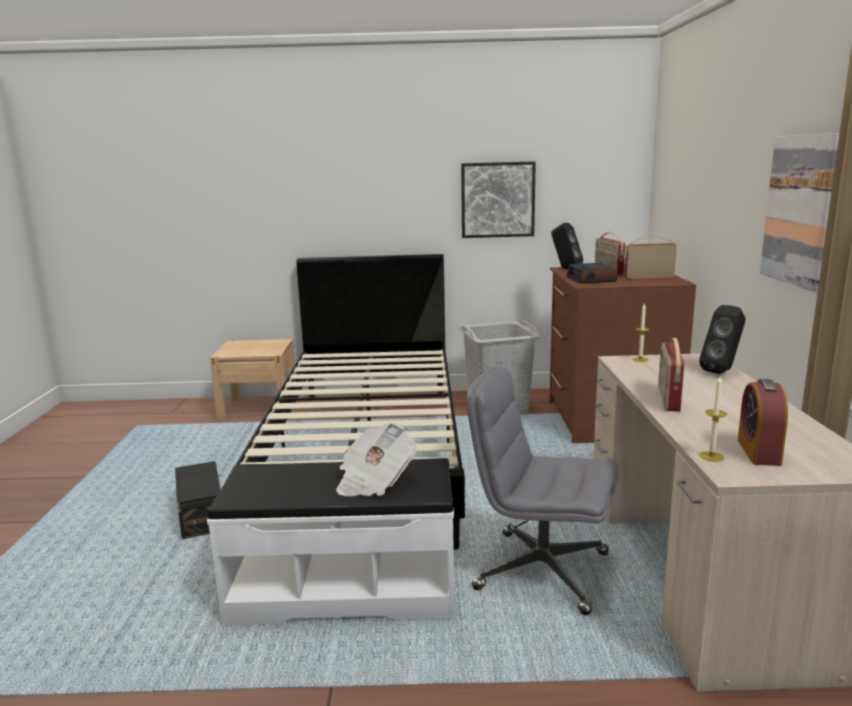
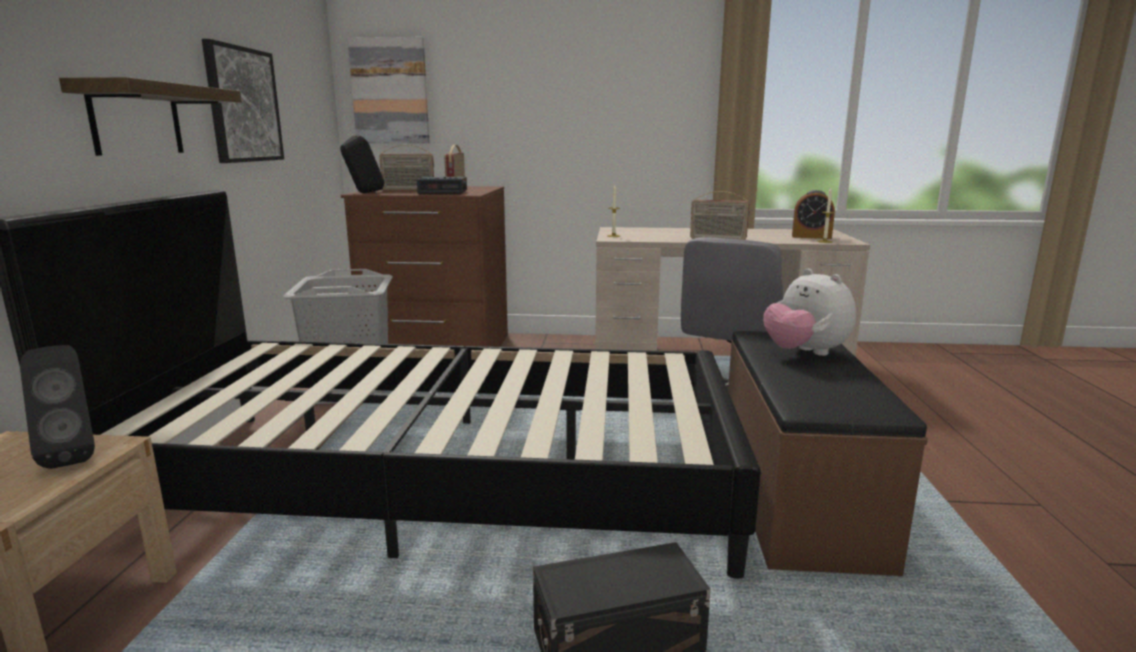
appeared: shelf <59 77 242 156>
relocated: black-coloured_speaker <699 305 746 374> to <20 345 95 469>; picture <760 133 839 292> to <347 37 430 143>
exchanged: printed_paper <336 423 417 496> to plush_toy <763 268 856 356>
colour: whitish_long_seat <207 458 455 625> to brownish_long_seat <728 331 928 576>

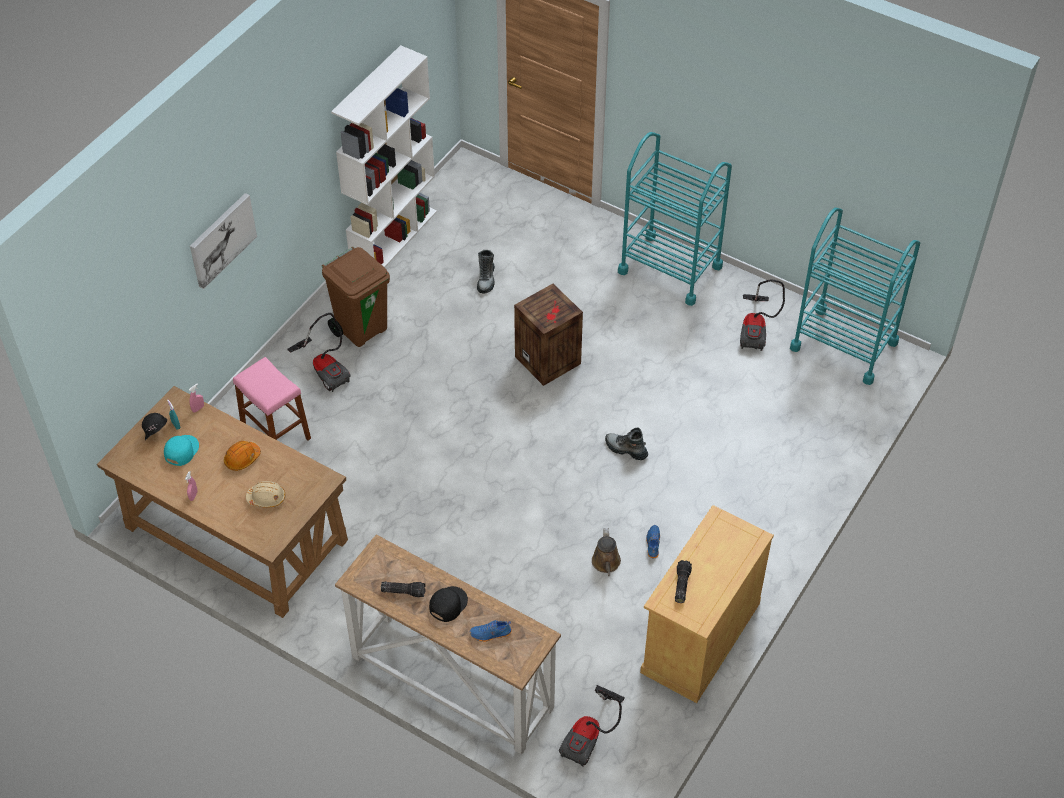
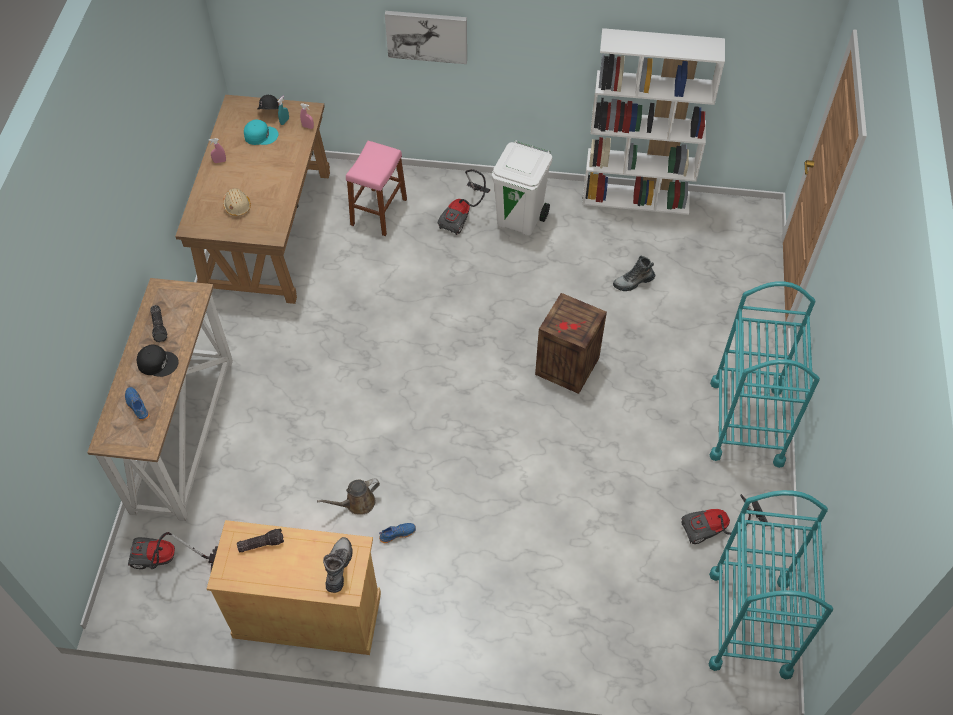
missing: orange_safety_helmet <224 441 261 471>
relocated: boot <605 427 648 460> to <323 537 353 593>
colour: brownish_waste_bin <322 246 390 347> to whitish_waste_bin <492 140 552 236>

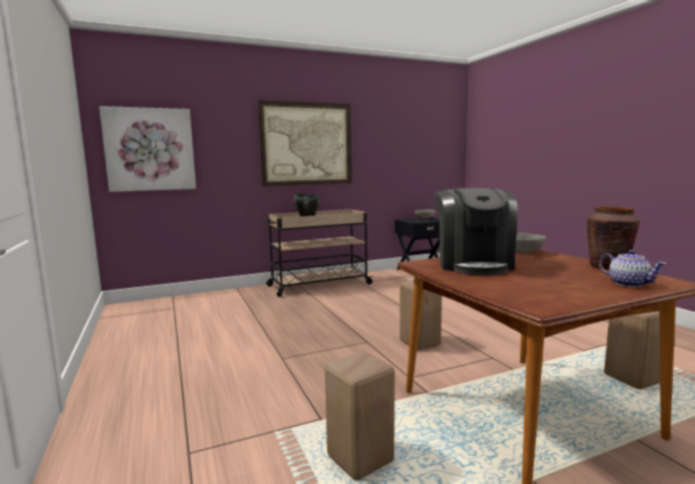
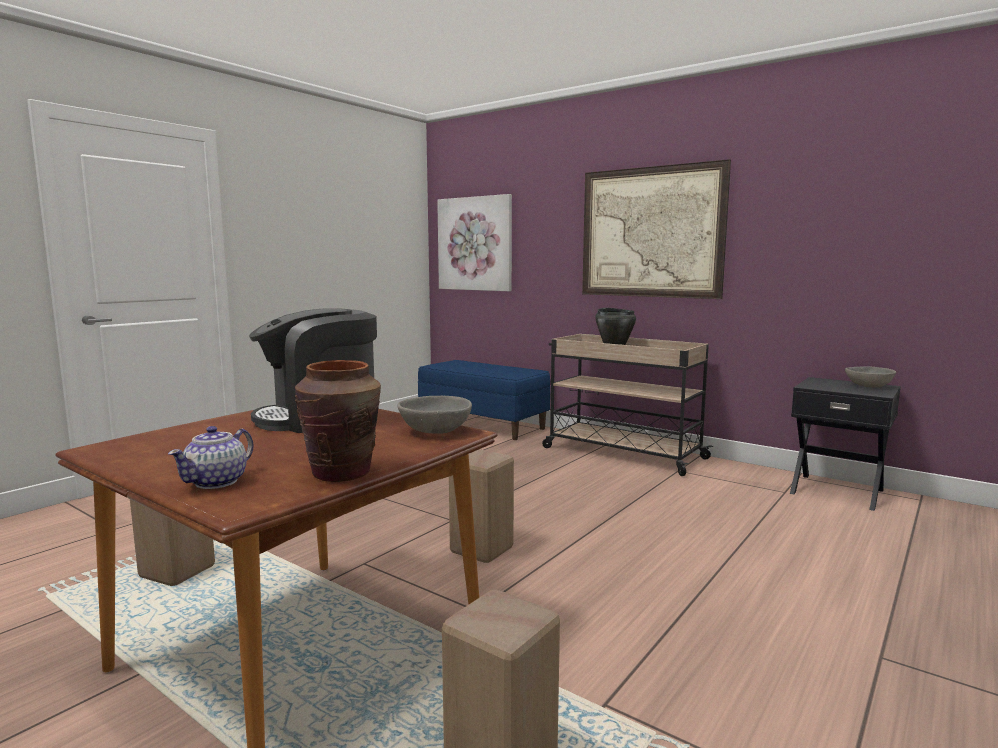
appeared: bluish_long_seat <418 360 550 440>

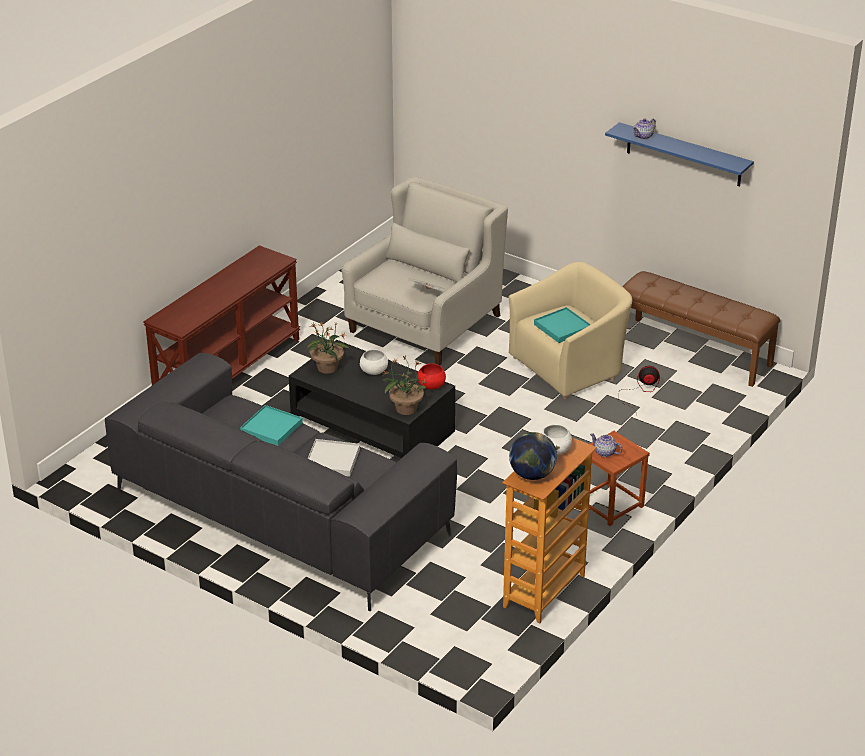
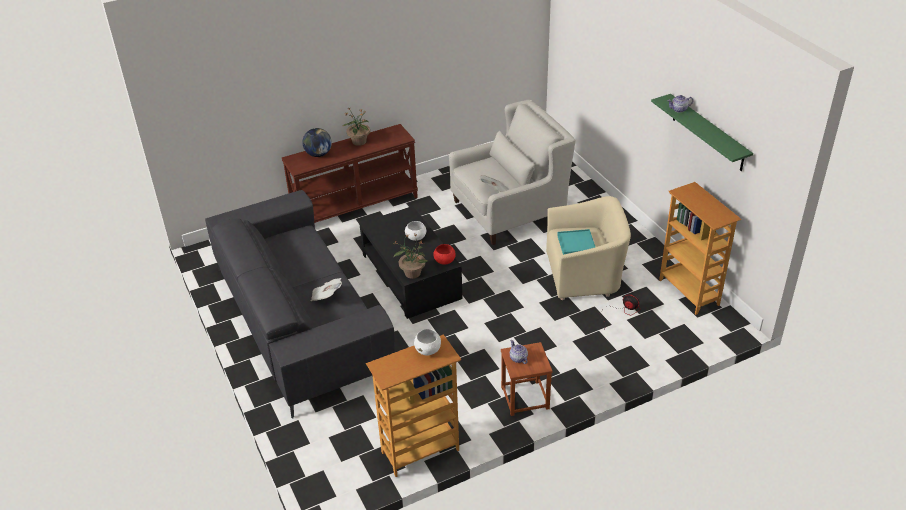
missing: turquoise_serving_tray <240 405 303 446>
relocated: potted_plant <307 323 349 374> to <342 107 370 146>; globe <509 432 557 480> to <303 128 332 157>
exchanged: whitish_serving_tray <308 439 360 477> to printed_paper <311 278 342 301>; brownish_long_seat <622 271 780 387> to bookcase <659 182 741 315>
colour: bluish_shelf <605 122 754 187> to green-coloured_shelf <651 94 753 171>

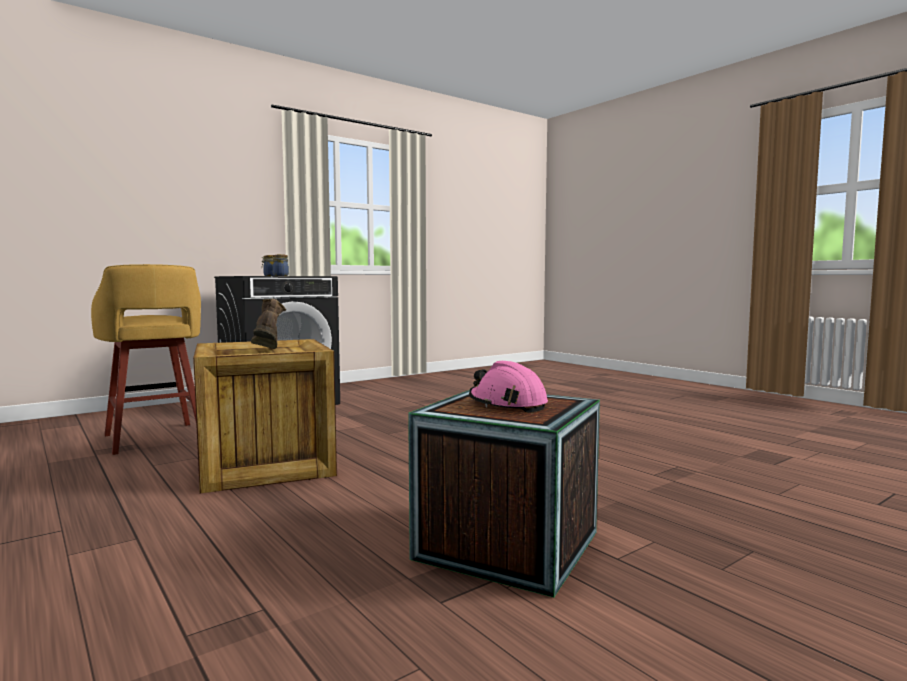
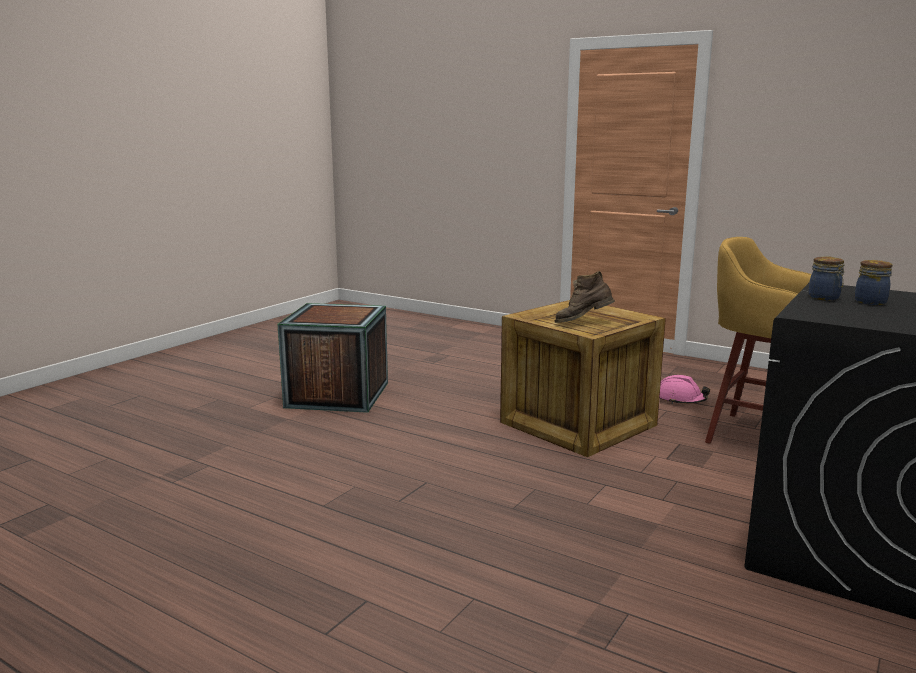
relocated: pink-coloured_safety_helmet <469 361 548 413> to <659 375 710 404>
spun: brownish_boot <251 298 286 349> = <555 271 615 323> 120 degrees clockwise

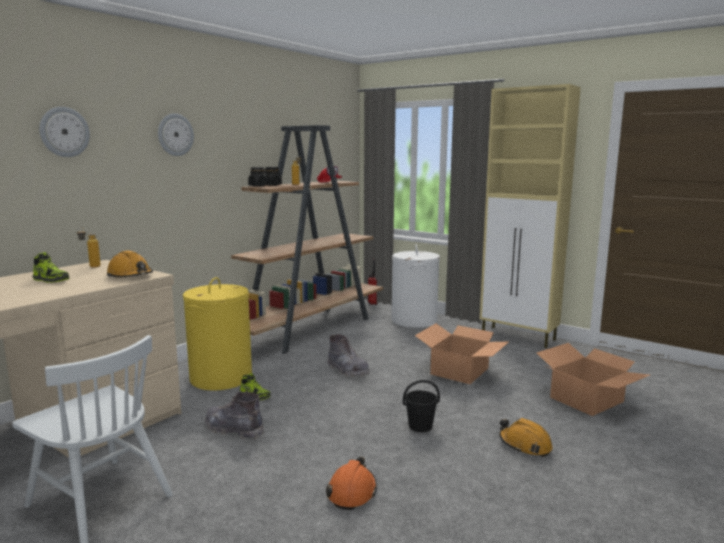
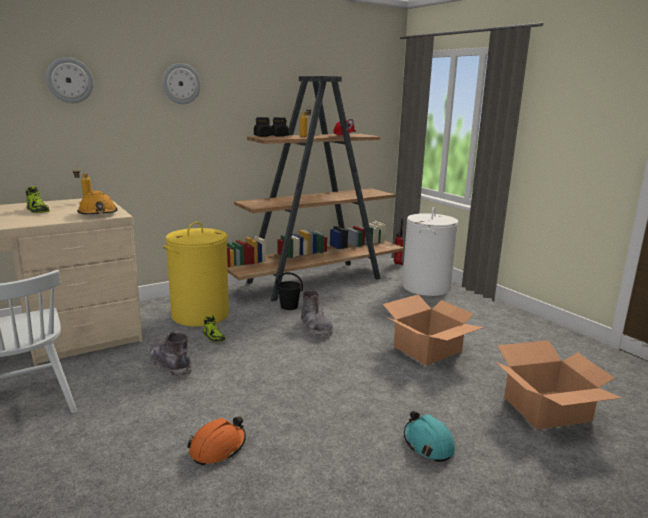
missing: beige-coloured_cupboard <480 84 581 348>
relocated: black-coloured_water_bucket <403 380 440 432> to <276 272 303 310>
colour: orange_safety_helmet <499 418 553 457> to turquoise_safety_helmet <404 411 455 462>

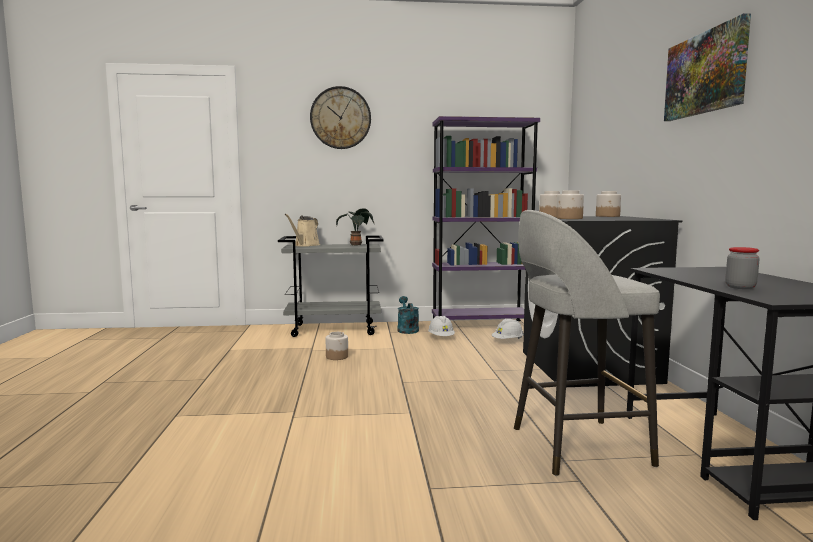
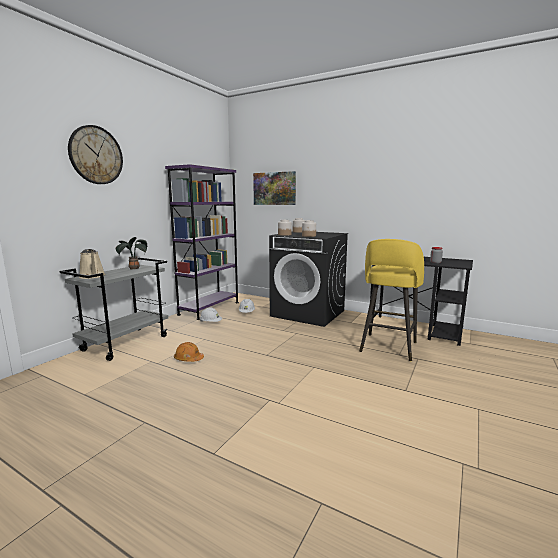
missing: turquoise_watering_pot <397 296 419 334>
relocated: picture <664 13 751 121> to <253 171 296 205>
exchanged: jar <326 332 348 360> to orange_safety_helmet <174 342 204 362>
colour: gray_stool_seat <514 210 660 476> to yellowish_stool_seat <359 239 424 361>

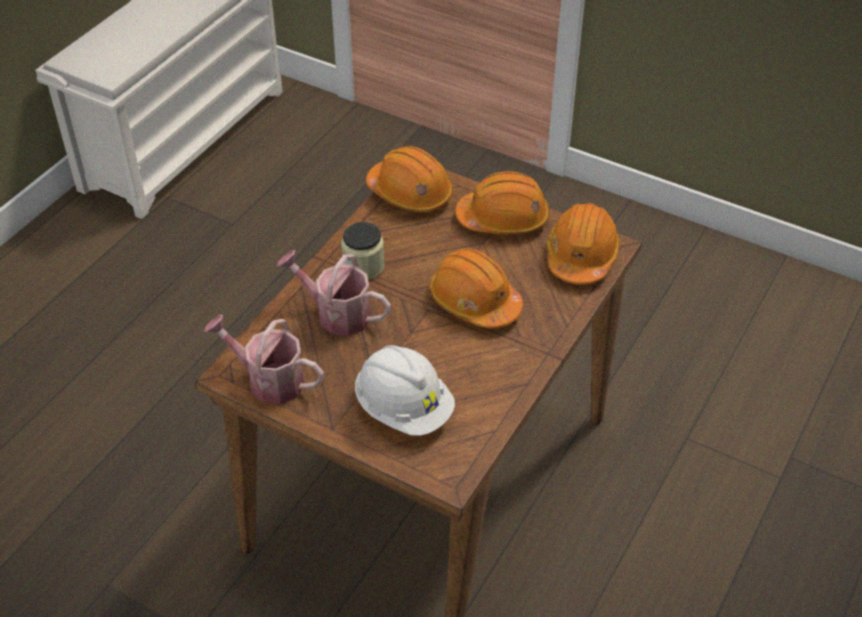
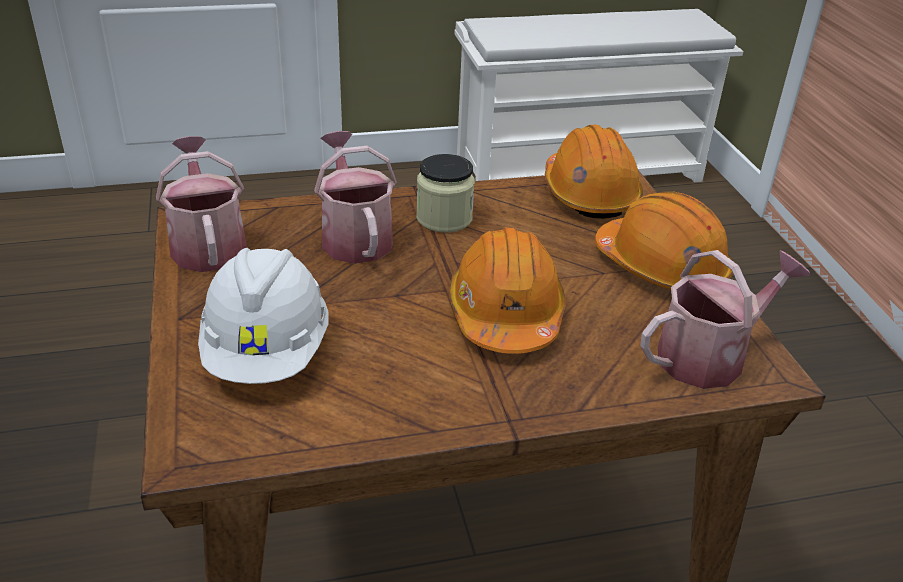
exchanged: orange_safety_helmet <546 203 620 284> to watering_pot <640 250 810 389>

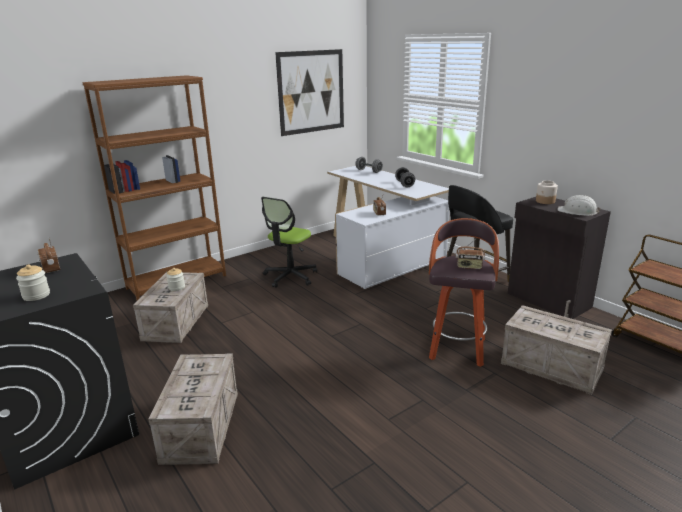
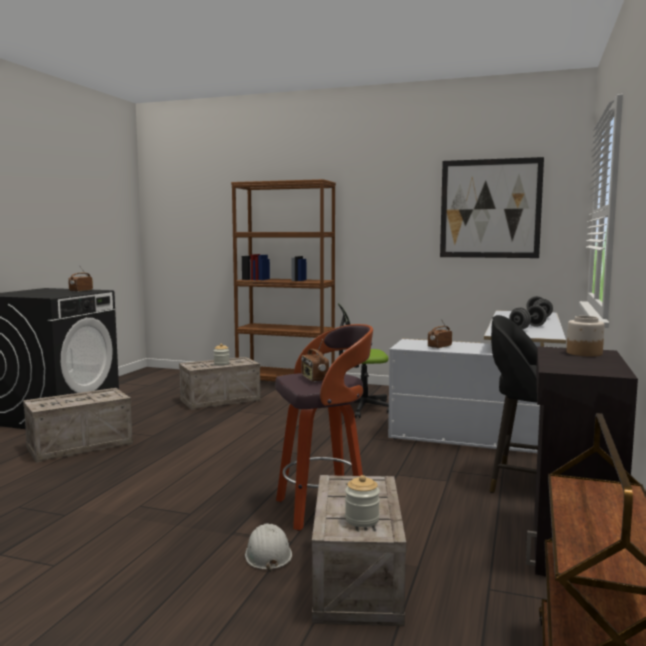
relocated: jar <16 264 50 301> to <345 475 380 527>; whitish_safety_helmet <557 195 601 216> to <245 523 292 572>

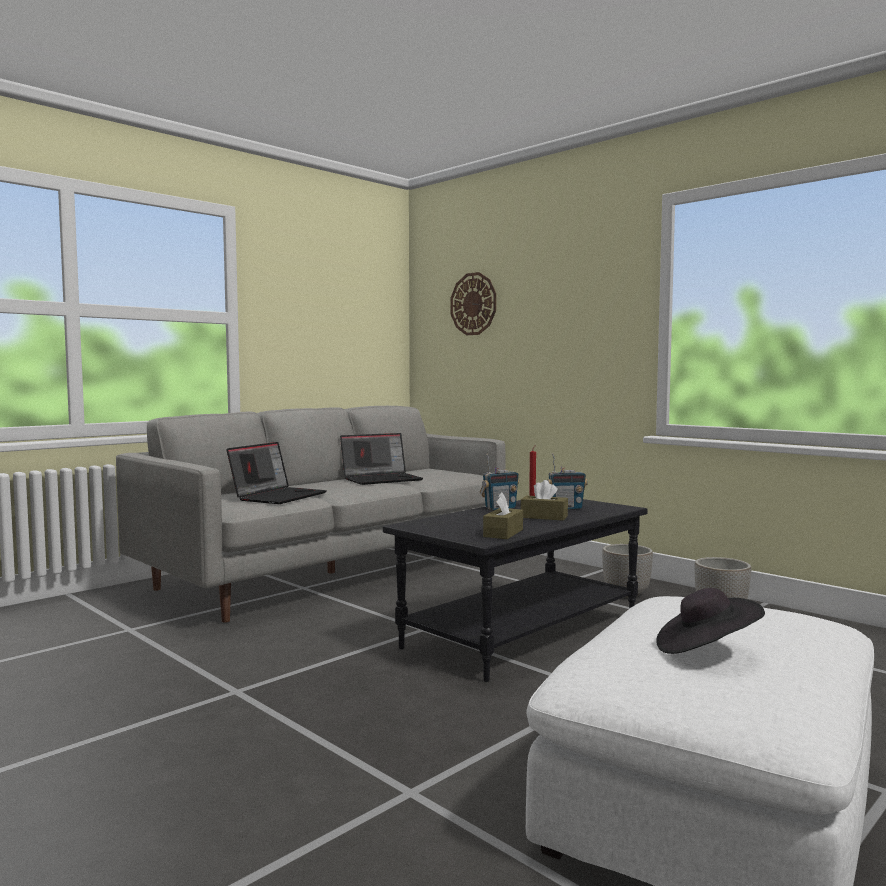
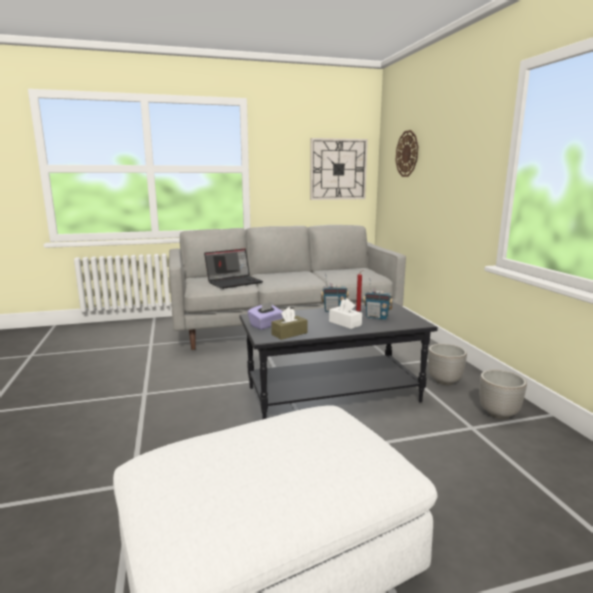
missing: portable_computer <340 433 423 485>; black-coloured_clothing_hat <656 588 765 654>
appeared: purple_tissue_box <248 302 283 330>; clock_on_the_wall <310 138 368 200>
colour: brownish_tissue_box <521 480 568 521> to whitish_tissue_box <329 298 362 329>

